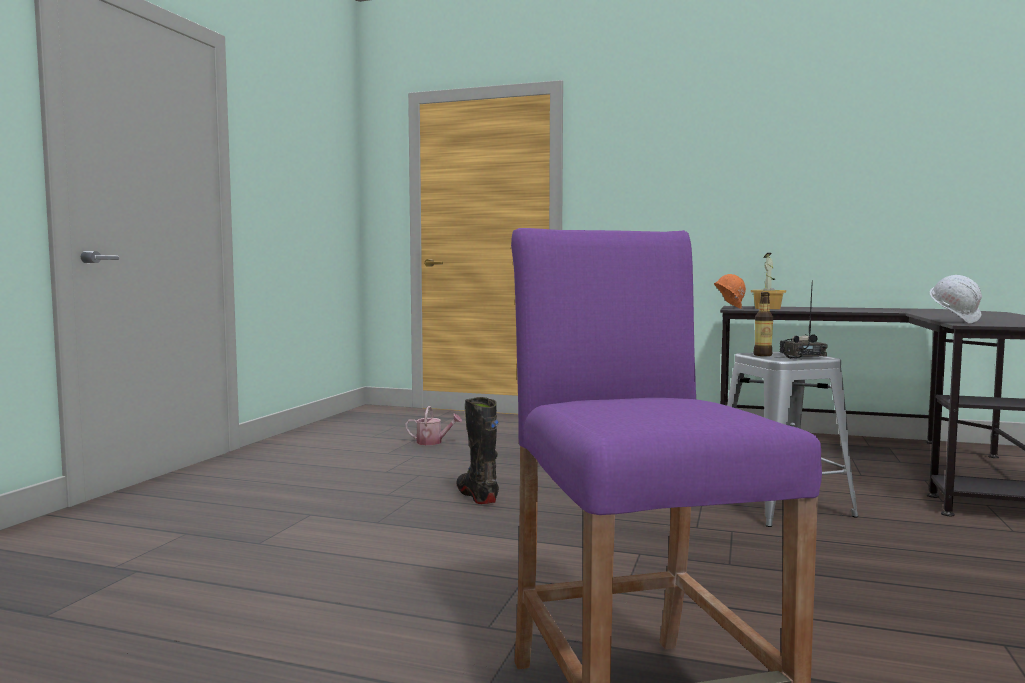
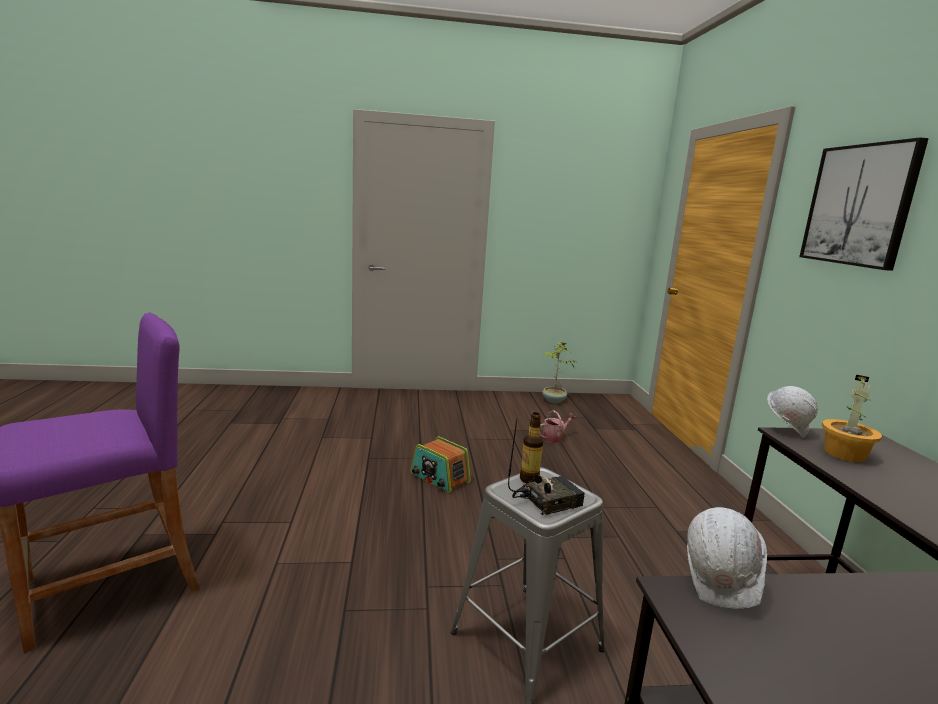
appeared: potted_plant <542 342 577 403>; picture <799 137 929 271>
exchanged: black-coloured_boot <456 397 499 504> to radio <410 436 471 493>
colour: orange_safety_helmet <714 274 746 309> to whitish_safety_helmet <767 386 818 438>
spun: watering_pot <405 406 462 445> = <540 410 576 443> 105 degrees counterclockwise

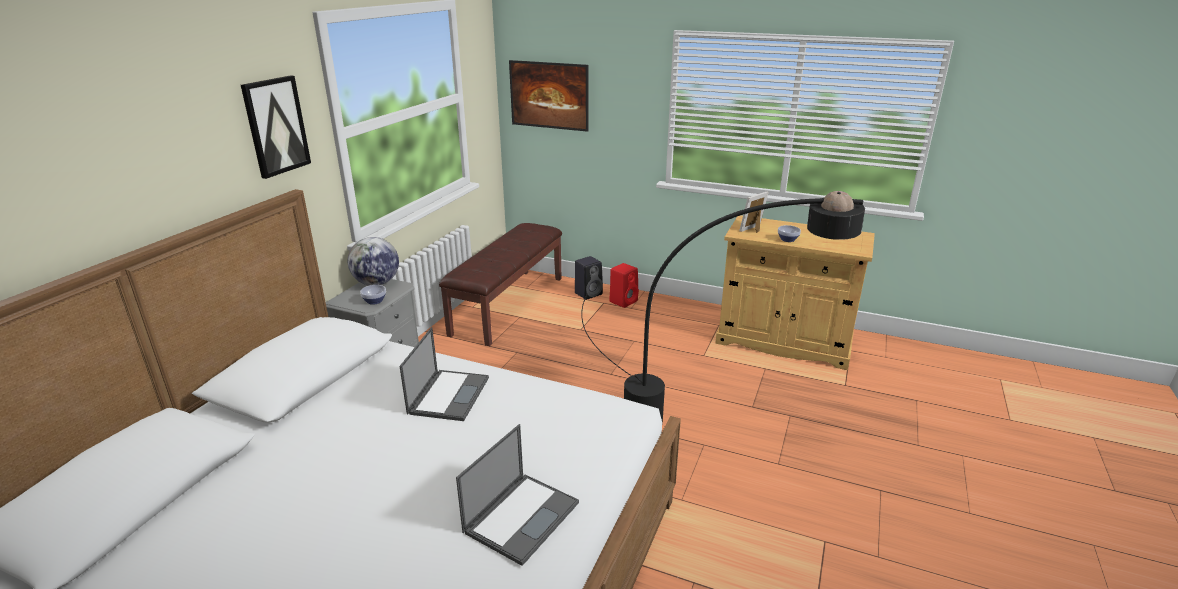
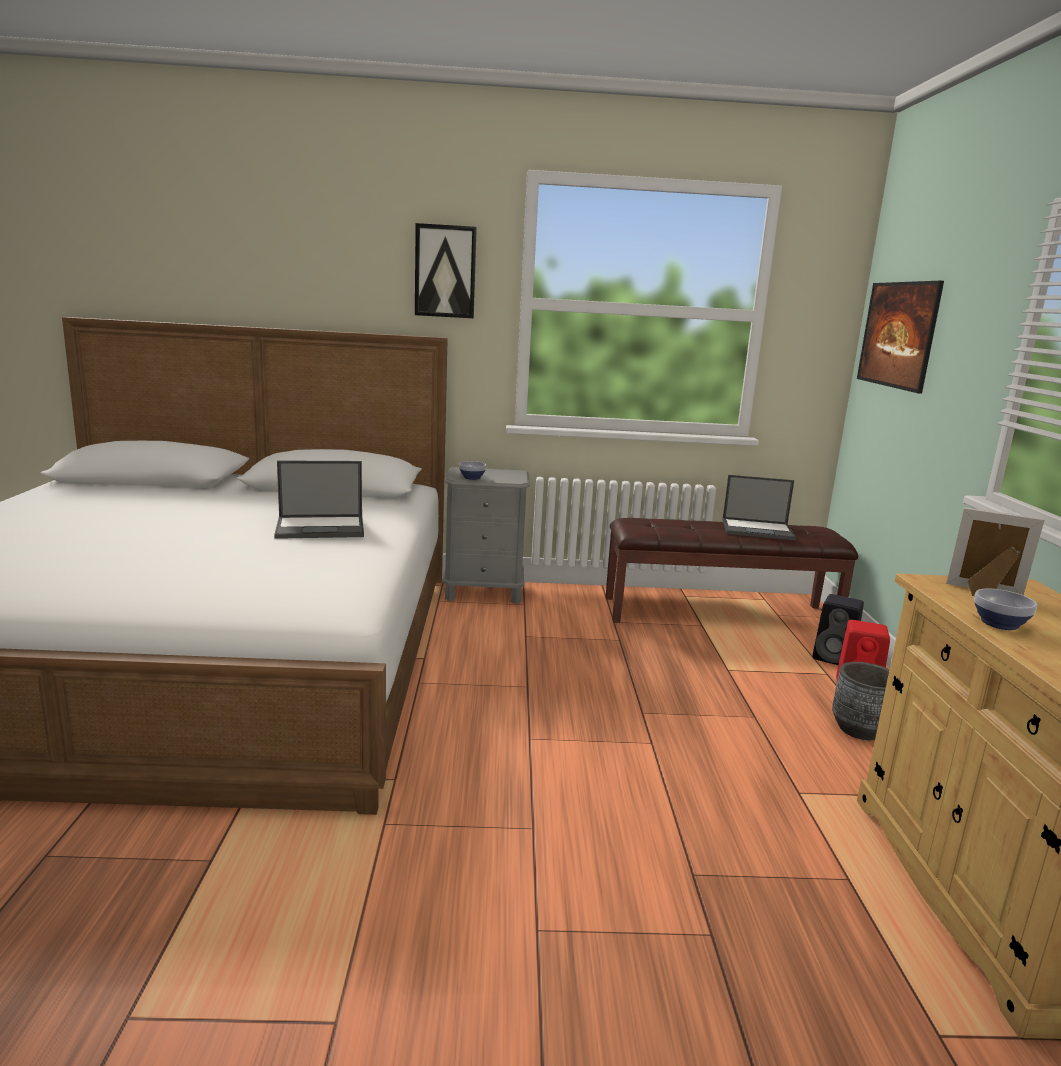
missing: globe <348 237 399 286>; black-coloured_standard_lamp <581 191 865 424>
appeared: gray_plant_pot <832 662 890 740>
relocated: portable_computer <456 424 579 566> to <722 475 796 540>

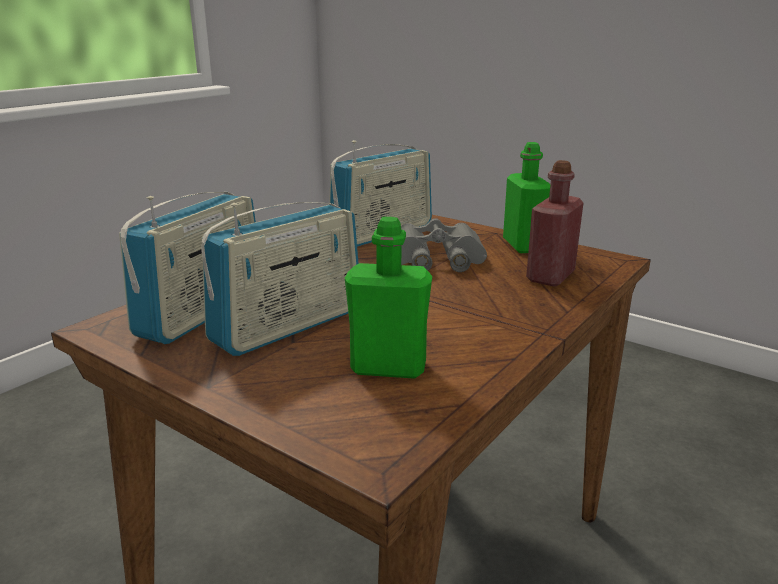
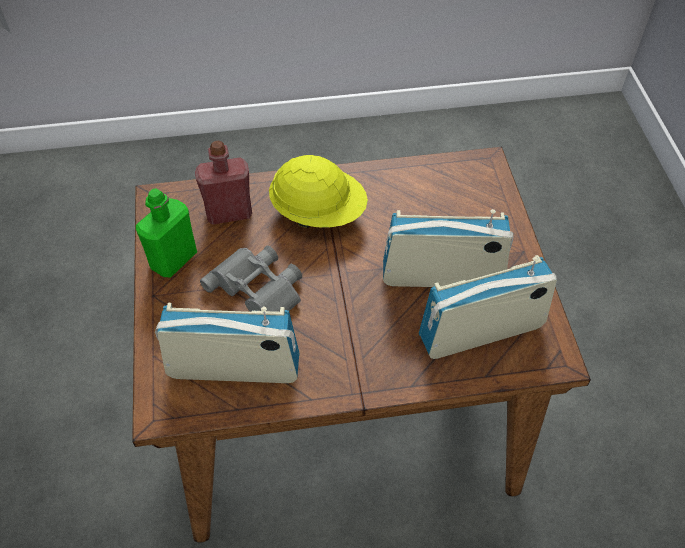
missing: green-coloured_drink_bottle <345 217 432 379>
appeared: yellowish_safety_helmet <269 155 368 228>

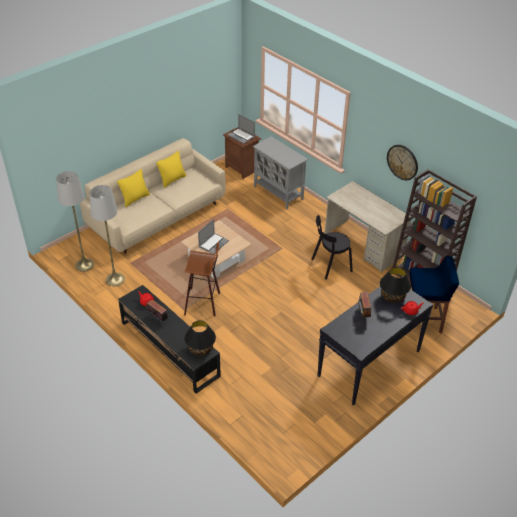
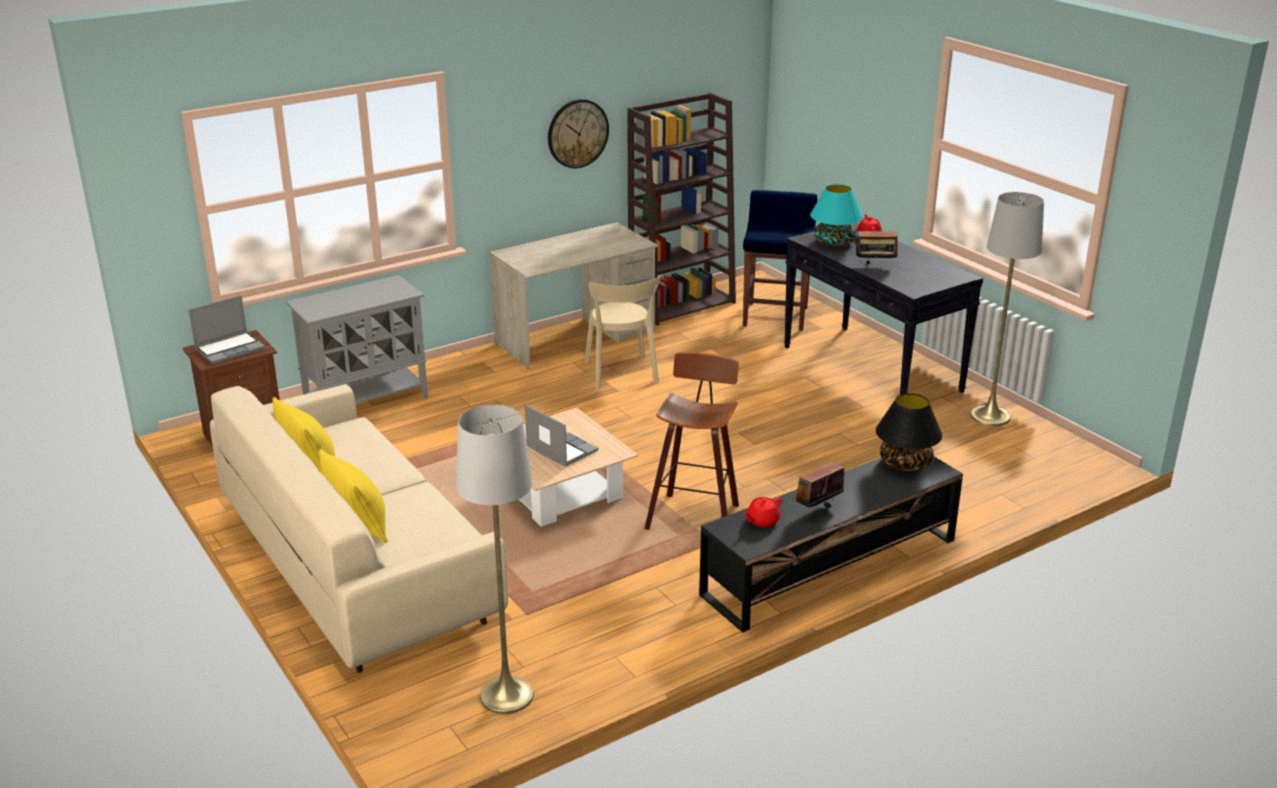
relocated: gray_standard_lamp <90 185 125 286> to <970 192 1044 426>
colour: black-coloured_plain_chair <311 215 353 280> to beige-coloured_plain_chair <584 276 661 389>; black-coloured_lamp_for_a_table <380 267 411 303> to turquoise_lamp_for_a_table <810 184 863 246>

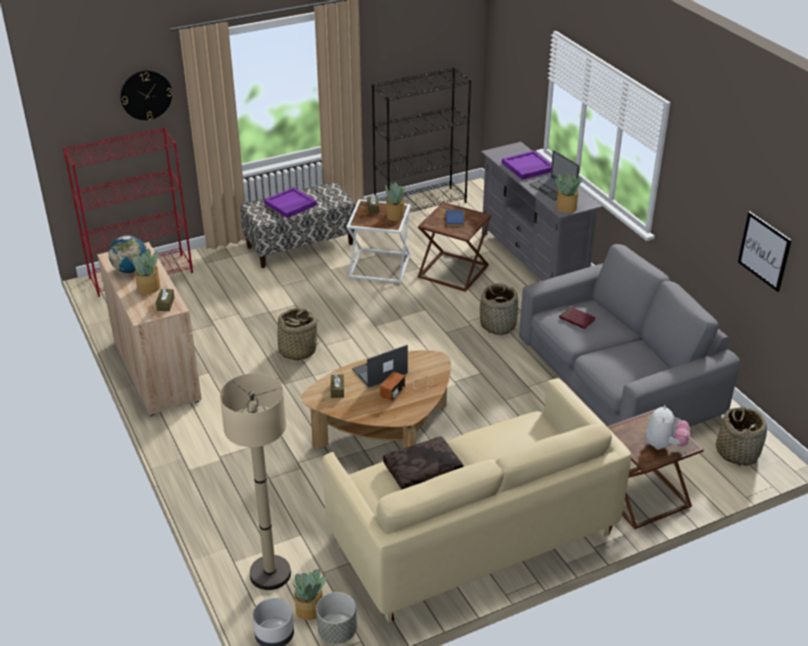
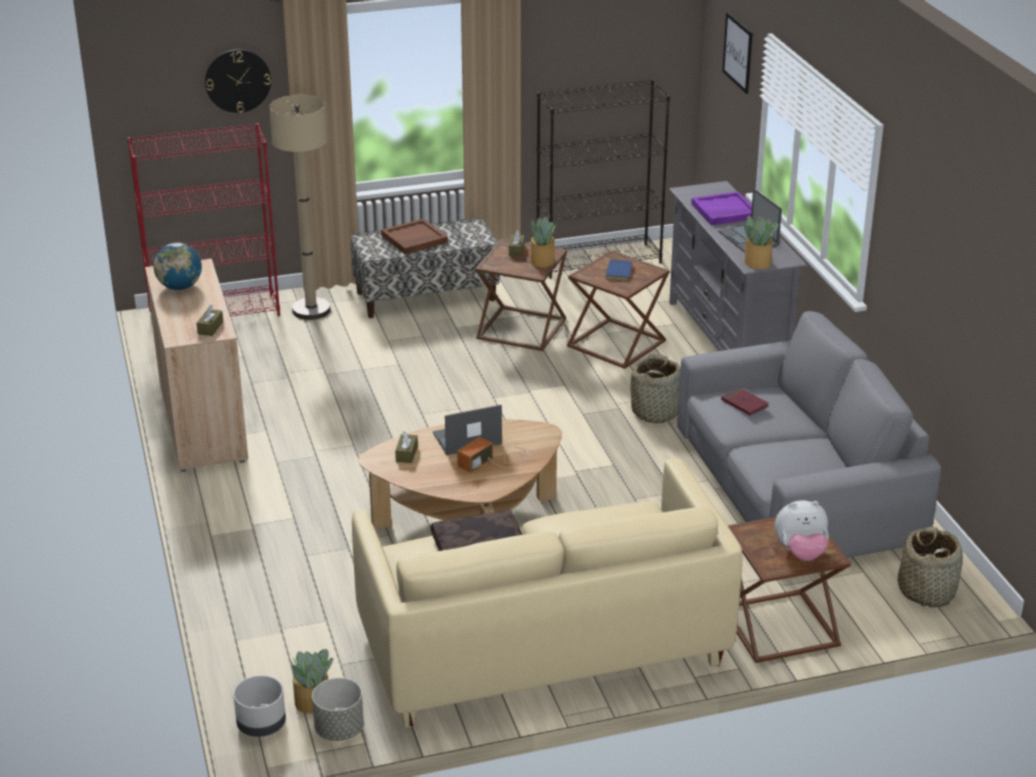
missing: potted_plant <132 249 161 294>; household_basket <268 308 321 360>
relocated: beige-coloured_standard_lamp <220 373 291 590> to <269 95 331 320>; picture <738 211 792 292> to <722 12 753 94>
colour: purple_serving_tray <264 187 317 218> to brownish_serving_tray <381 219 448 254>; whitish_accent_table <347 199 411 283> to brownish_accent_table <475 239 567 351>
spun: plush_toy <646 405 690 450> = <775 500 829 561> 60 degrees clockwise

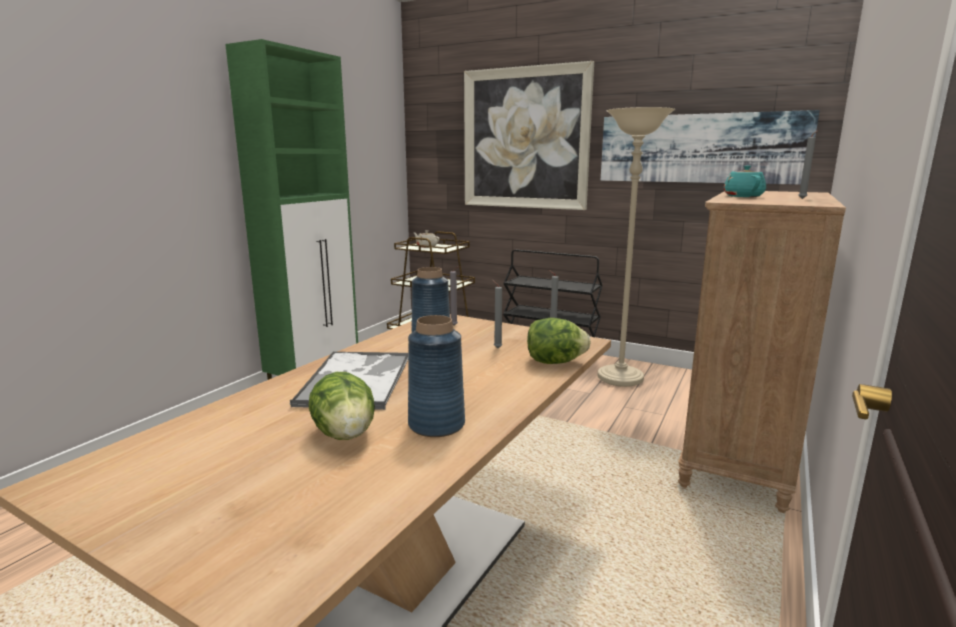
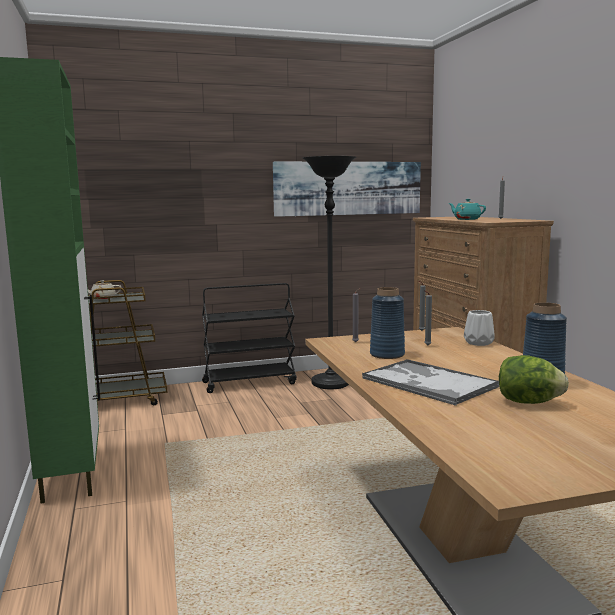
missing: picture <464 61 594 210>
exchanged: lettuce_head <527 318 590 364> to whitish_decorative_vase <464 310 495 346>
colour: beige-coloured_standard_lamp <598 107 675 387> to black-coloured_standard_lamp <303 156 356 389>

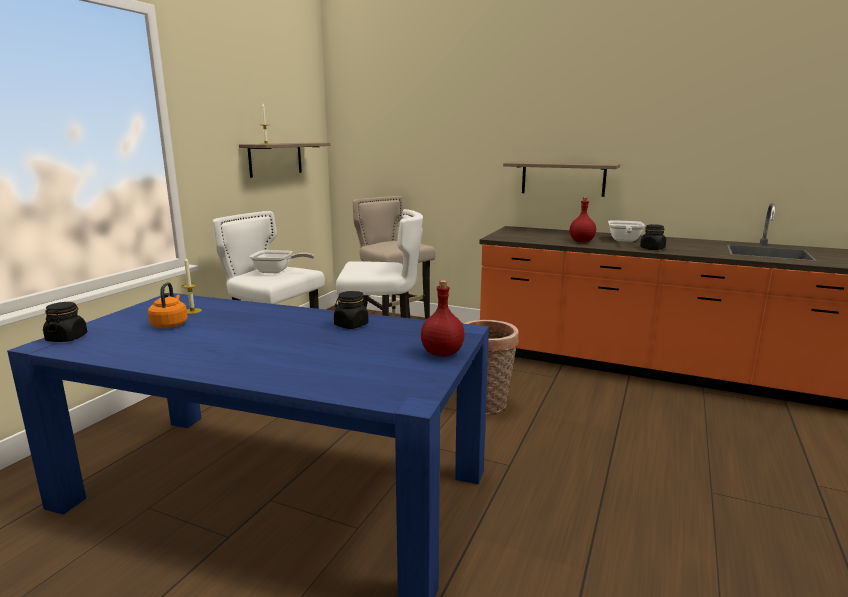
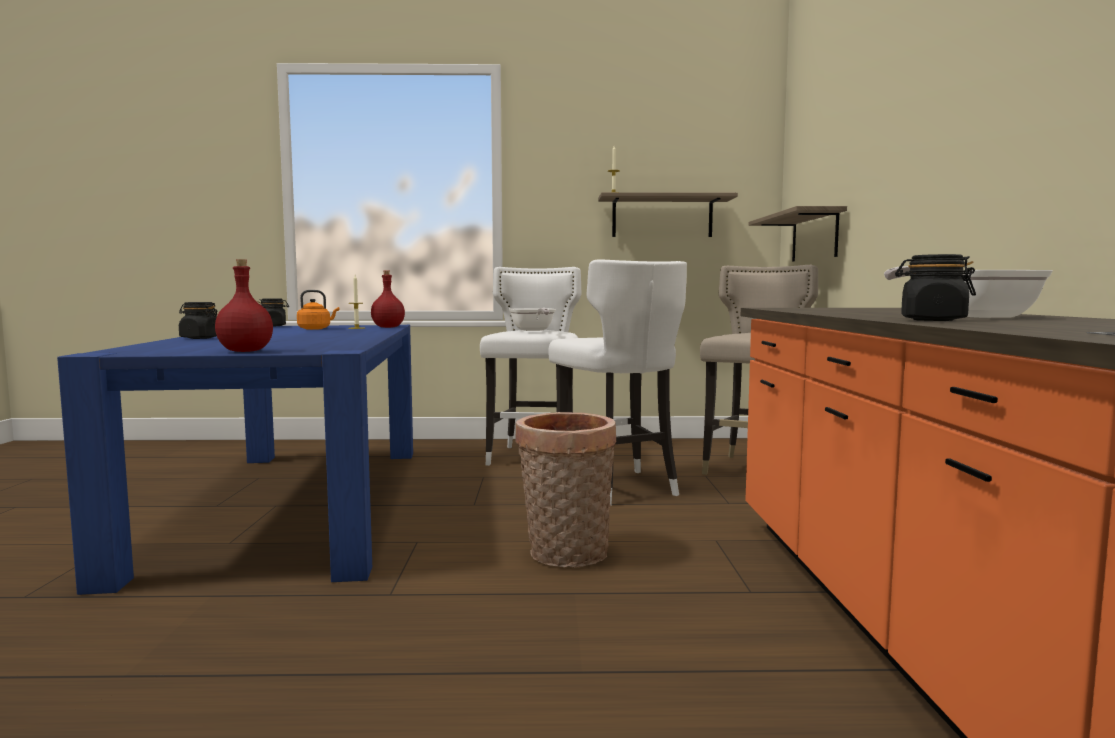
relocated: black-coloured_jar <334 291 368 329> to <179 302 217 339>; shelf <503 162 620 197> to <749 206 847 262>; red_drink_bottle <570 197 596 242> to <371 270 405 328>

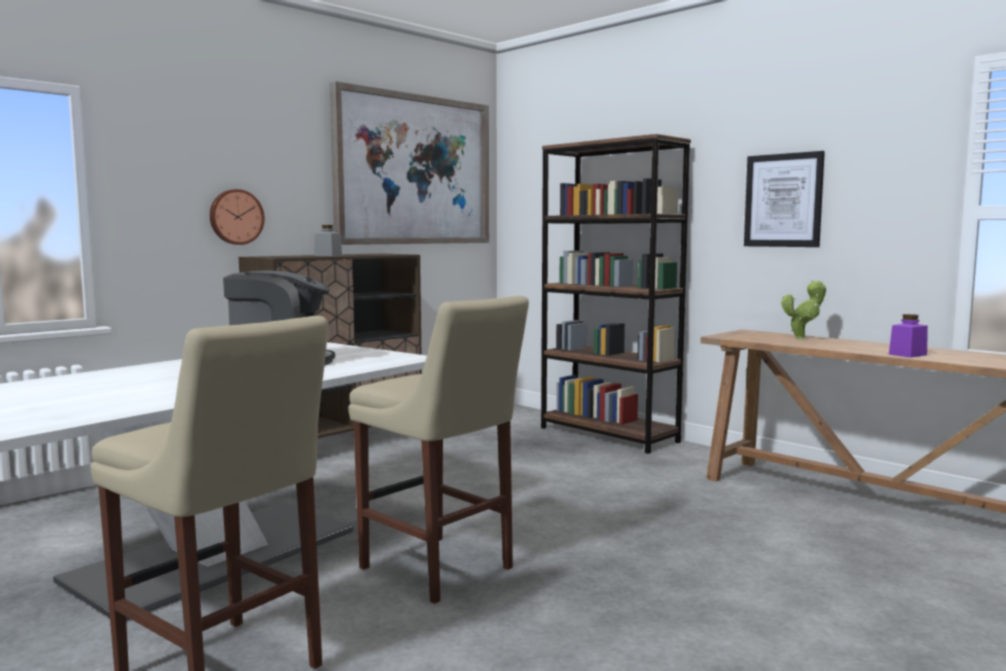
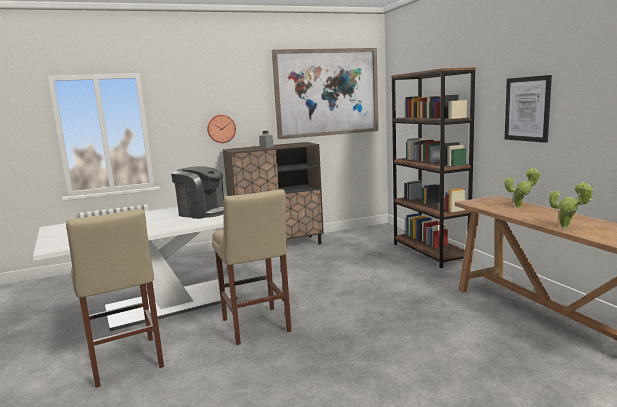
exchanged: purple_jar <889 314 928 358> to potted_plant <549 181 594 228>

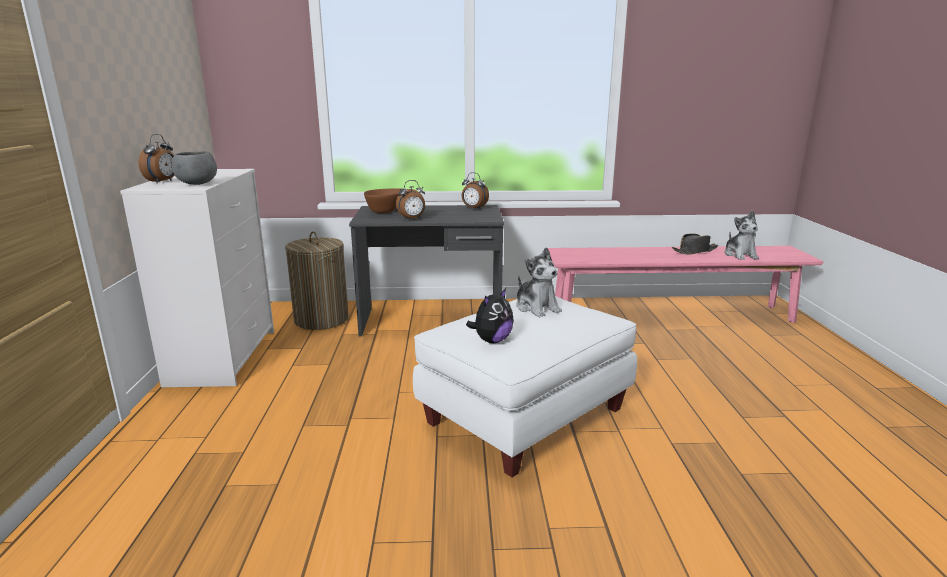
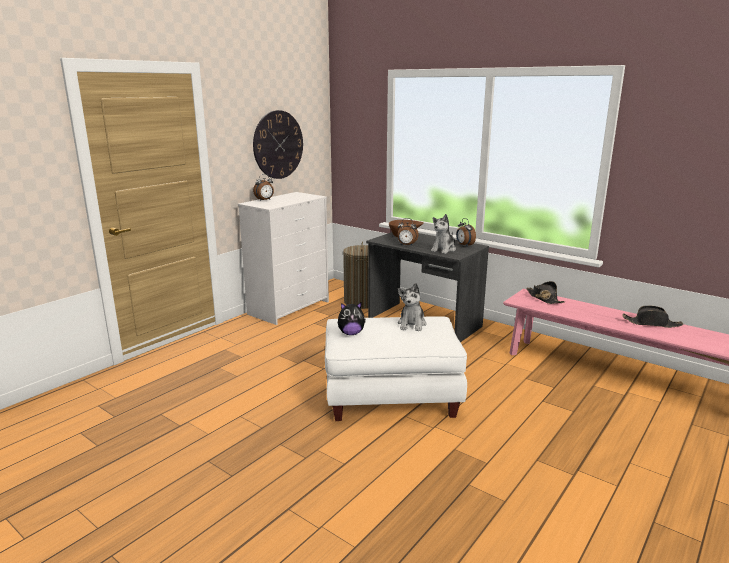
missing: gray_serving_bowl <172 151 217 185>
appeared: clock_on_the_wall <253 110 303 179>; black-coloured_clothing_hat <526 281 565 304>
relocated: plush_toy <724 211 759 260> to <431 214 456 254>

